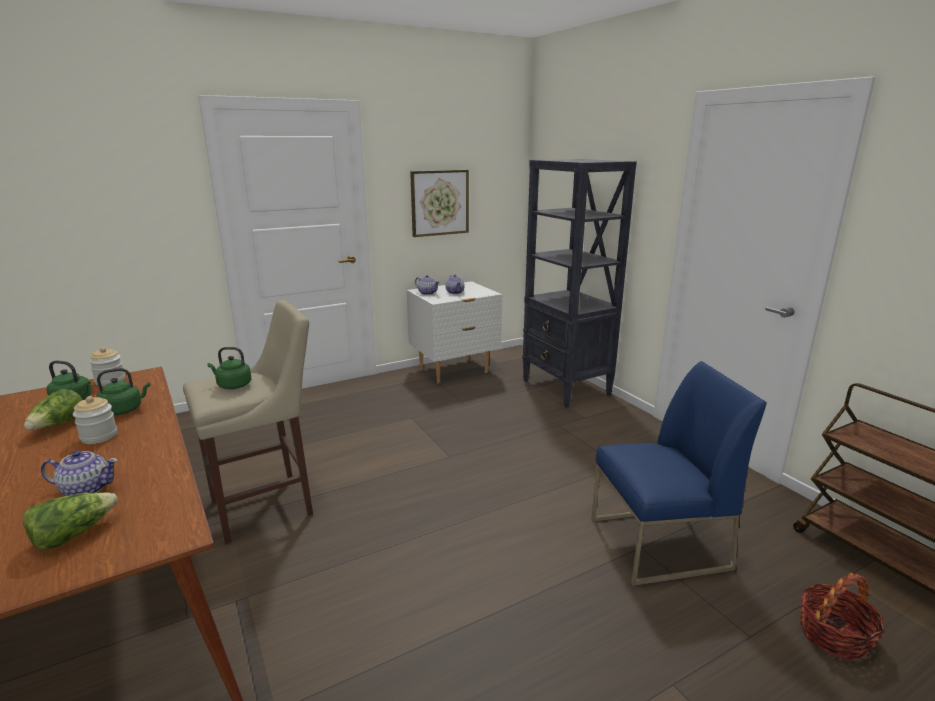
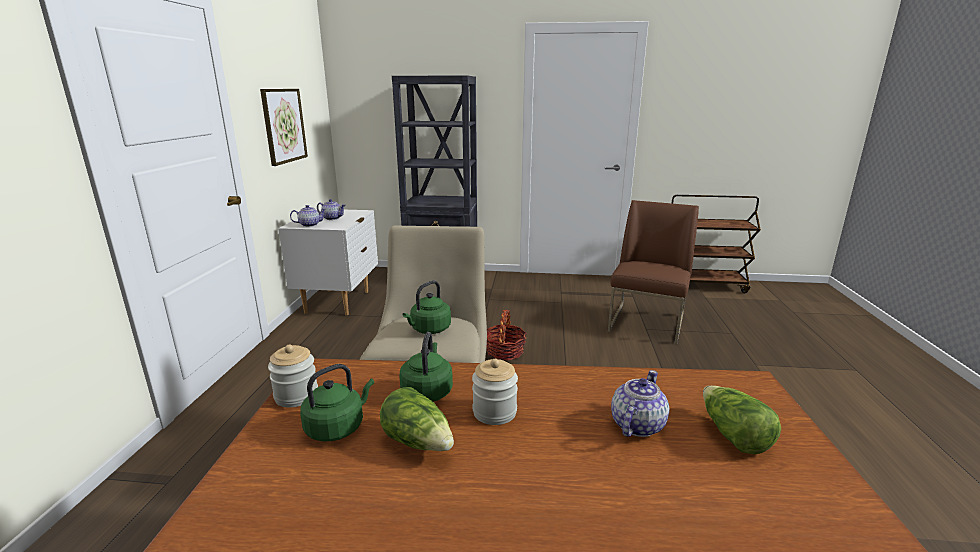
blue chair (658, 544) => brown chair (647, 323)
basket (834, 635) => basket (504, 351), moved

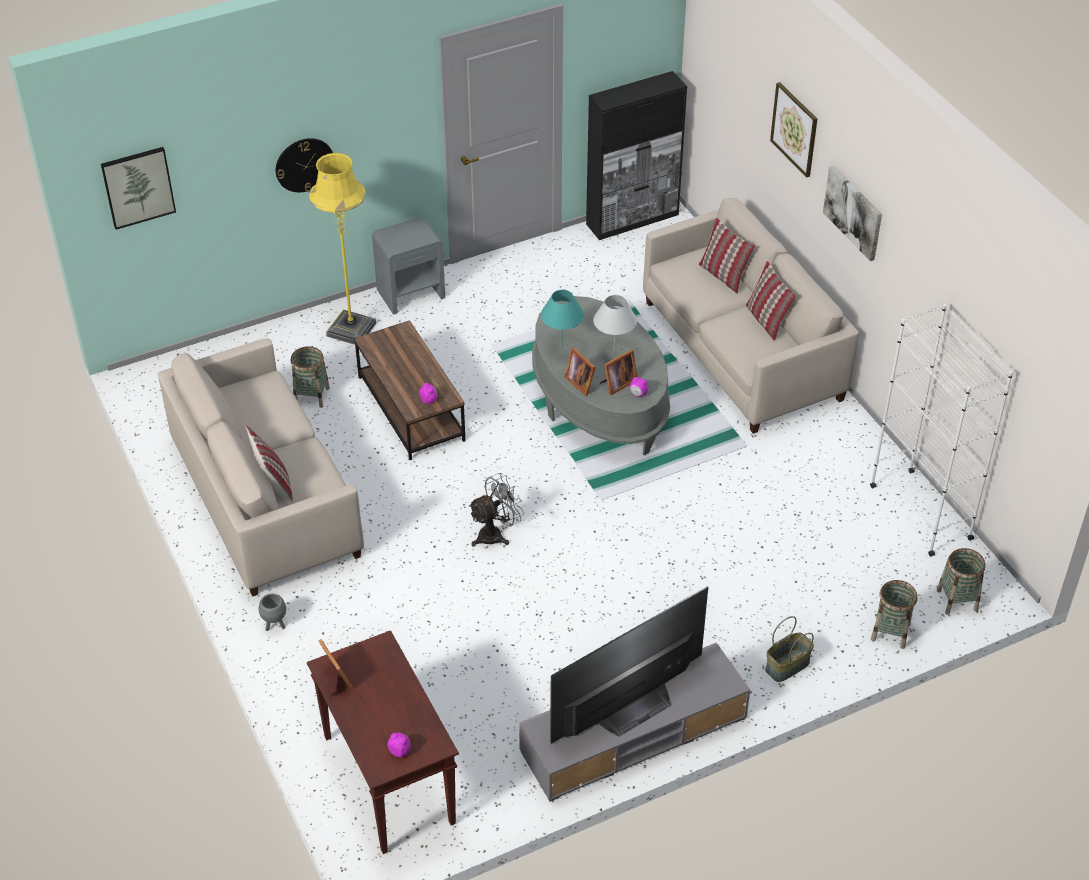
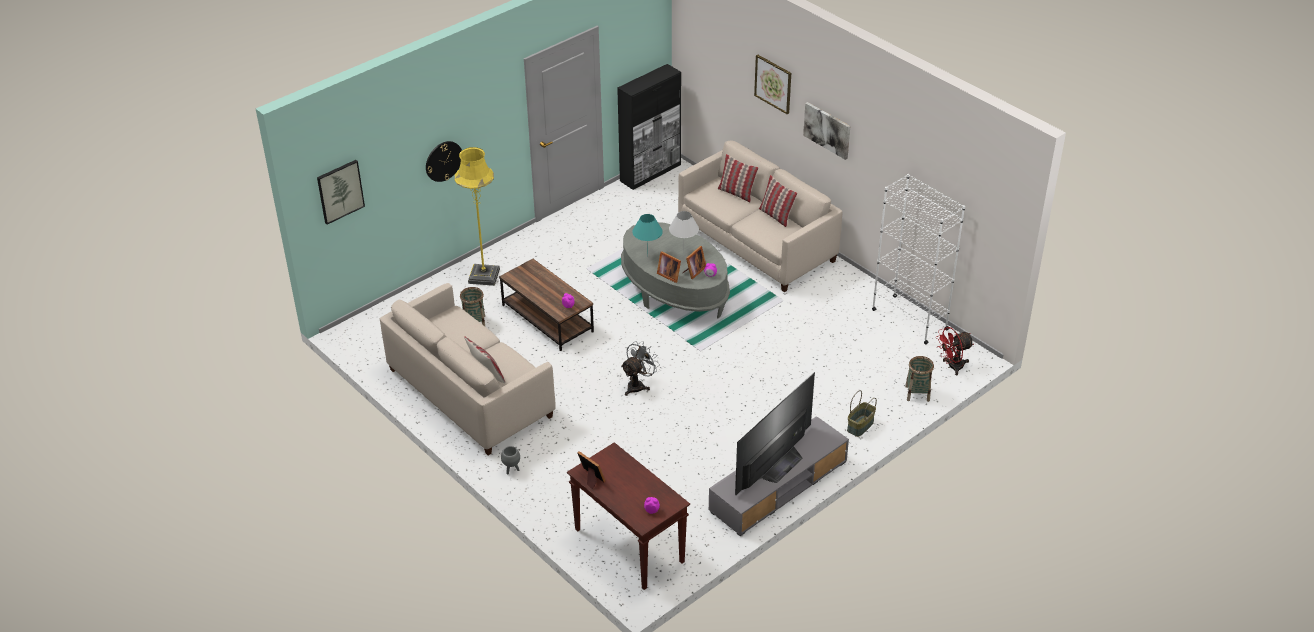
grey nightstand (411, 293) => nothing
basket (957, 600) => red fan (952, 366)

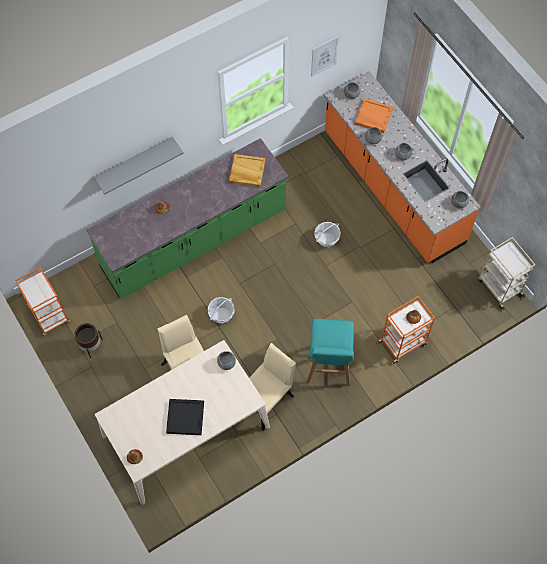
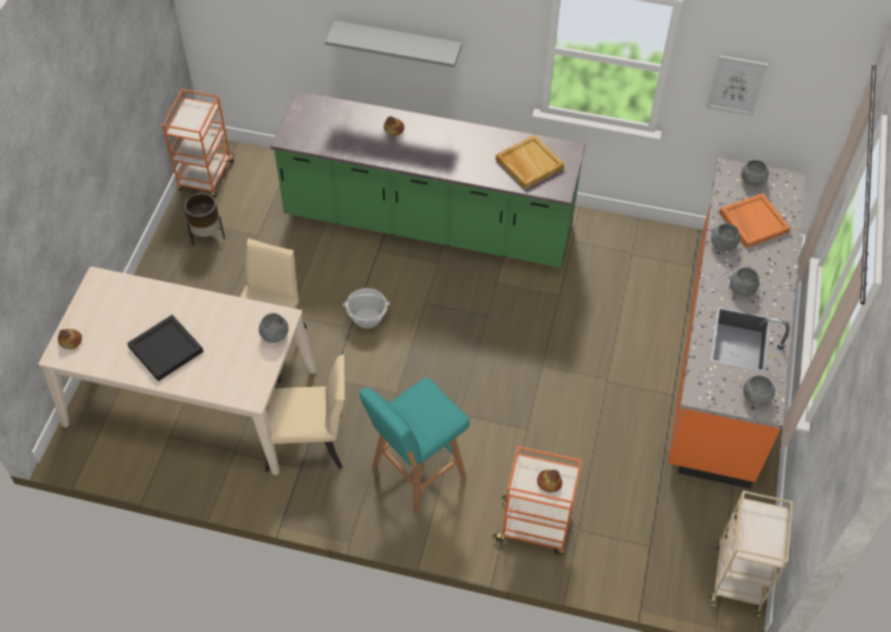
basket (326, 240) => nothing

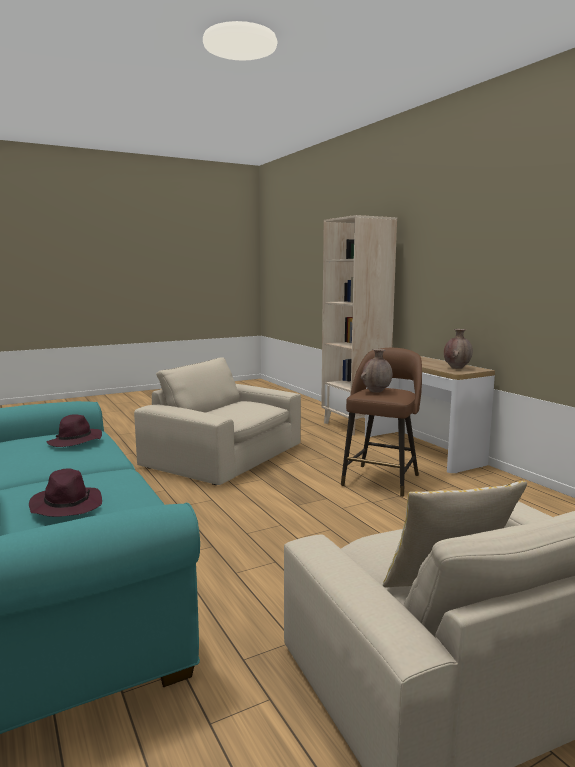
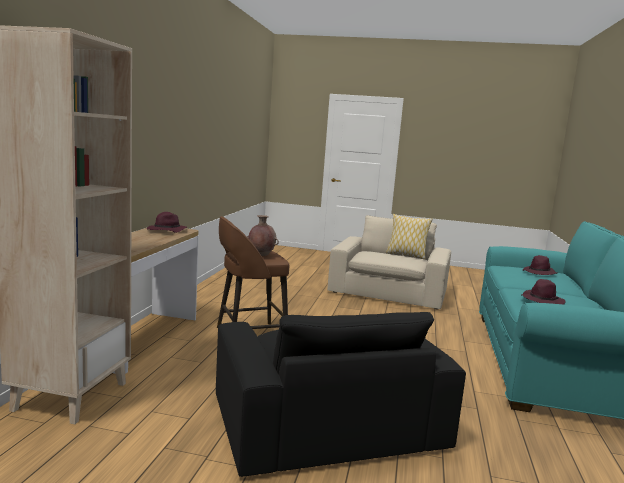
brown vase (456, 368) => purple hat (166, 231)
beige armchair (225, 456) => black armchair (325, 421)

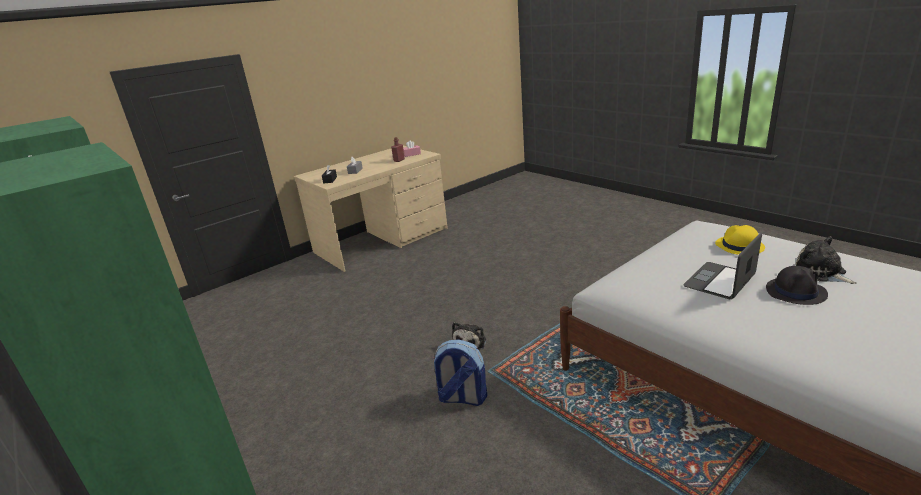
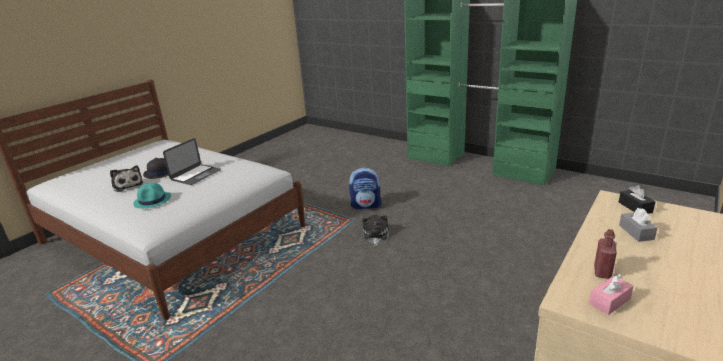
yellow hat (739, 246) => turquoise hat (153, 200)

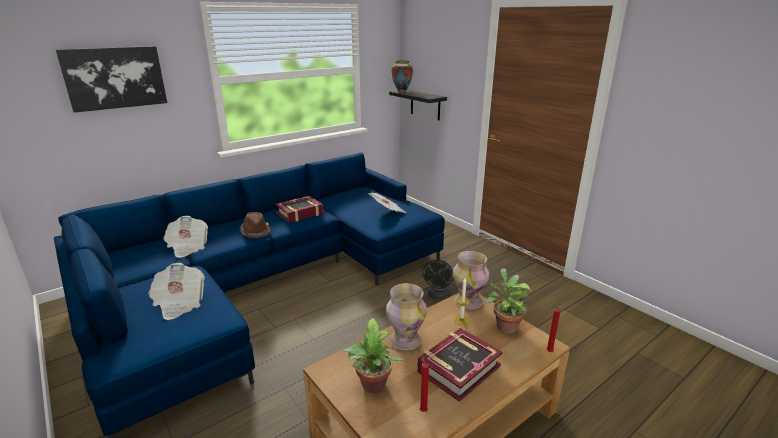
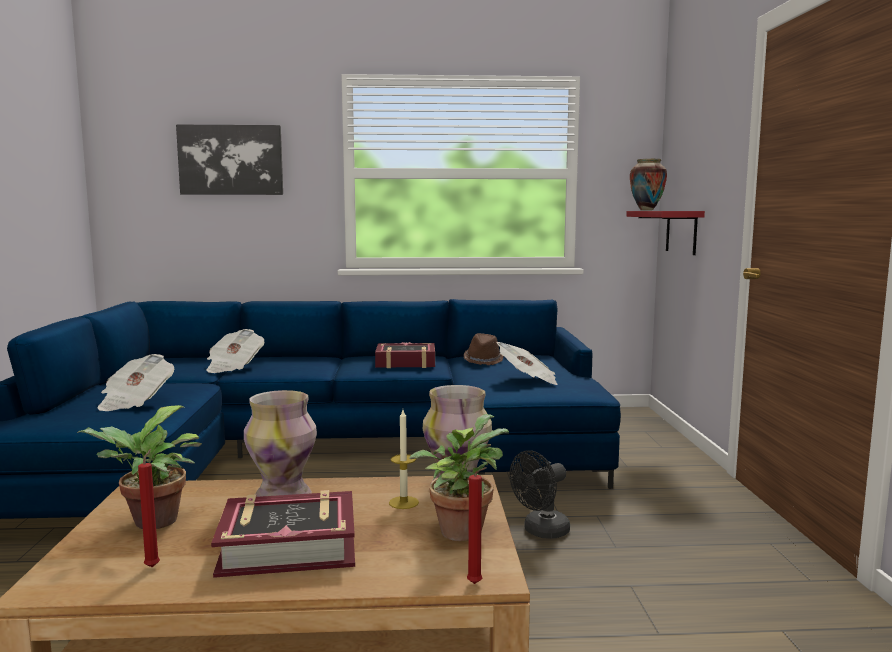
black shelf (425, 105) => red shelf (681, 232)
brown hat (255, 231) => brown hat (483, 360), moved

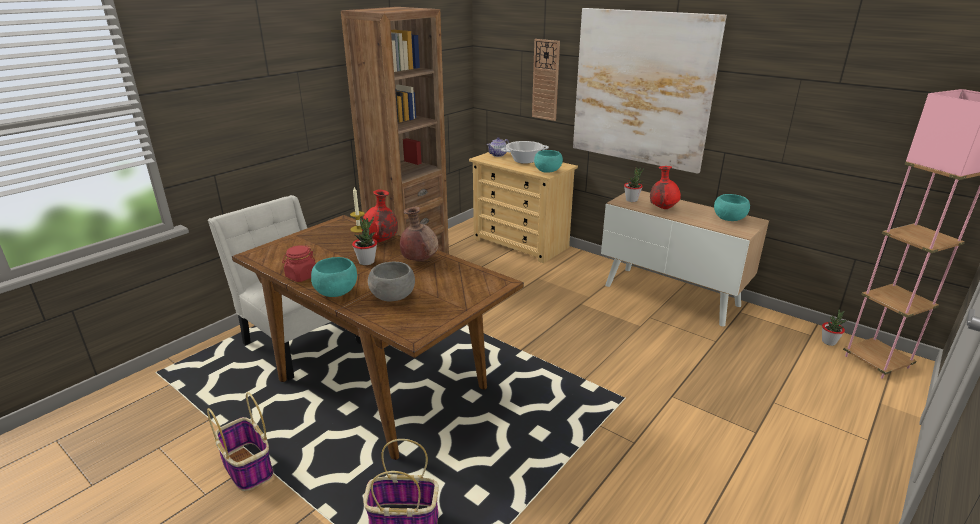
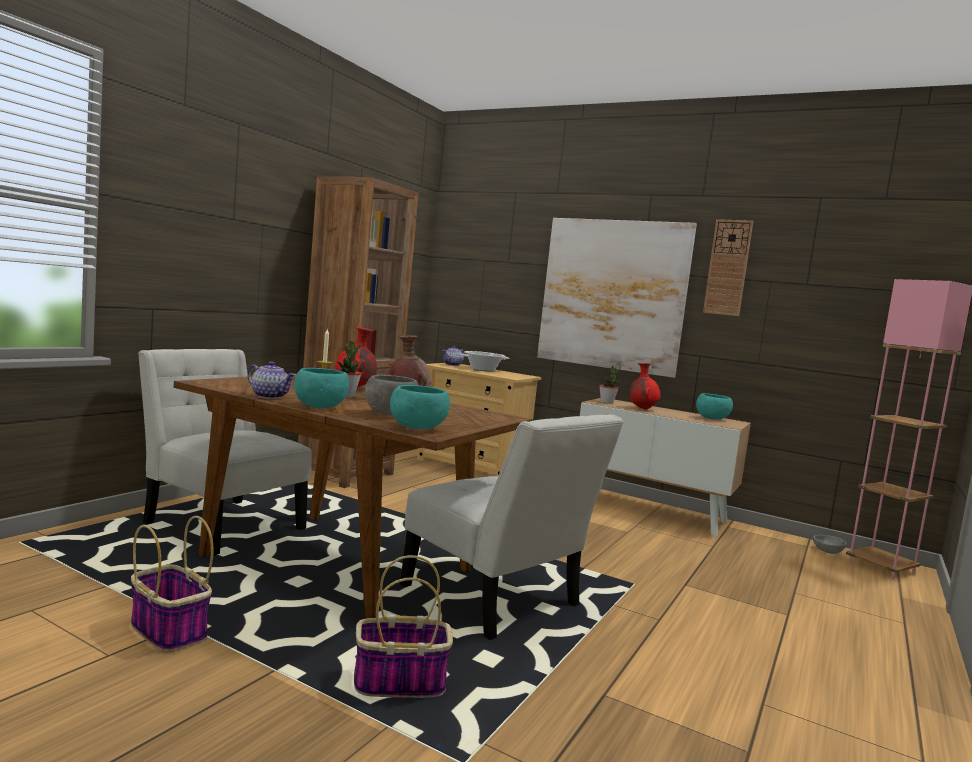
wall clock (546, 80) => wall clock (728, 267), moved
turquoise bowl (547, 171) => turquoise bowl (417, 428), moved
red jar (301, 276) => teapot (270, 396)
potted plant (829, 342) => grey bowl (827, 551)
nothing => white chair (496, 600)

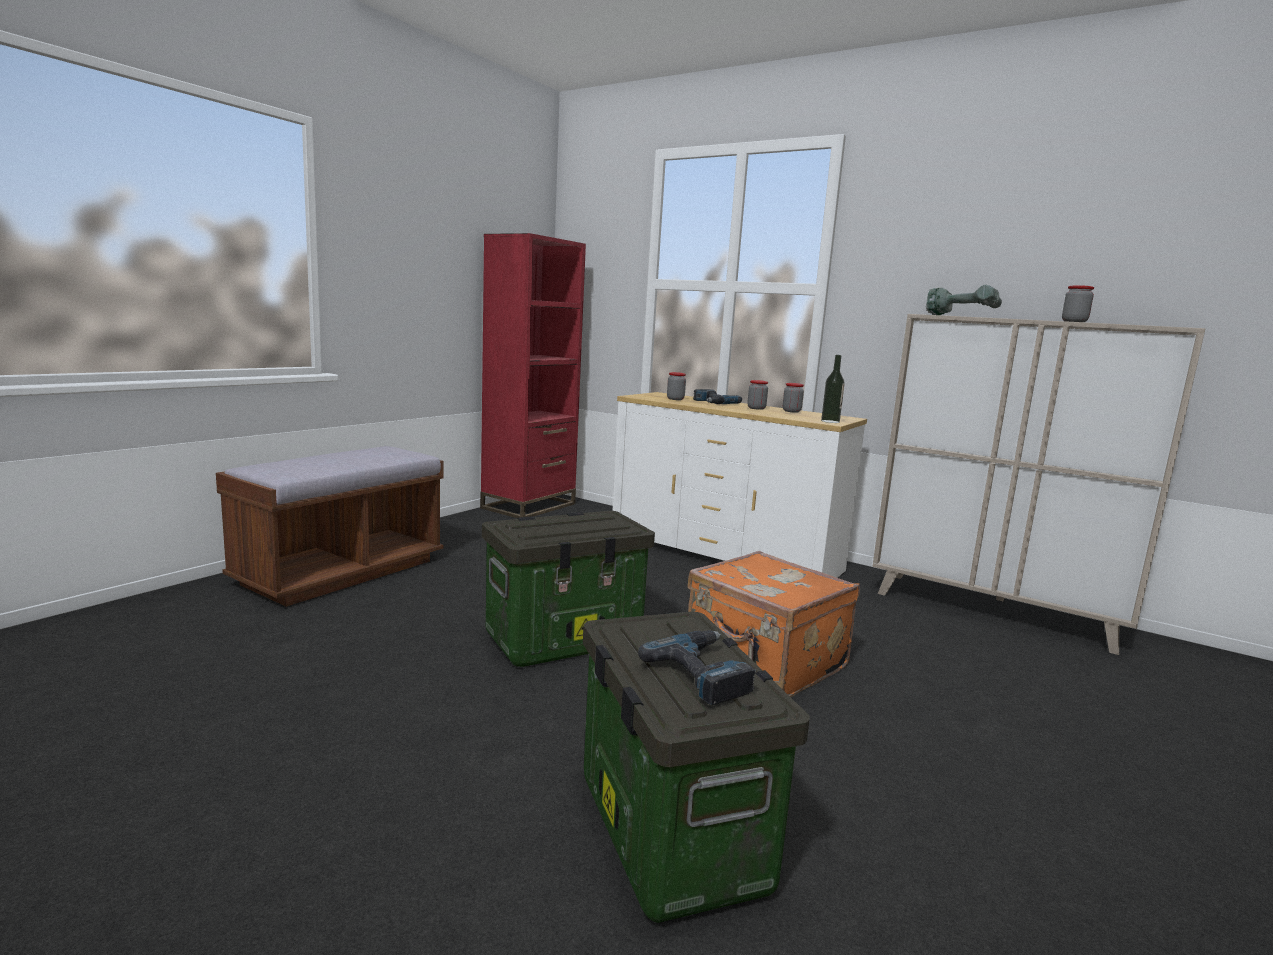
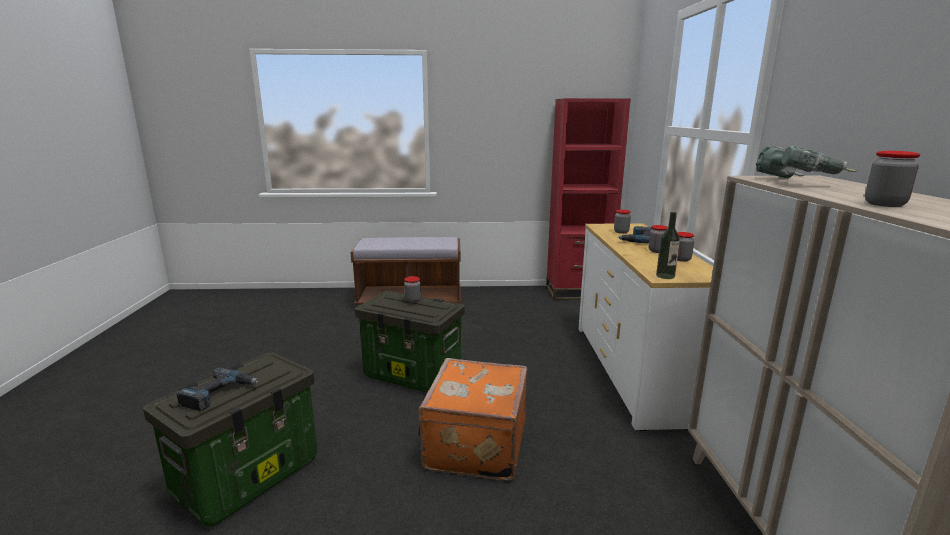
nothing => jar (413, 300)

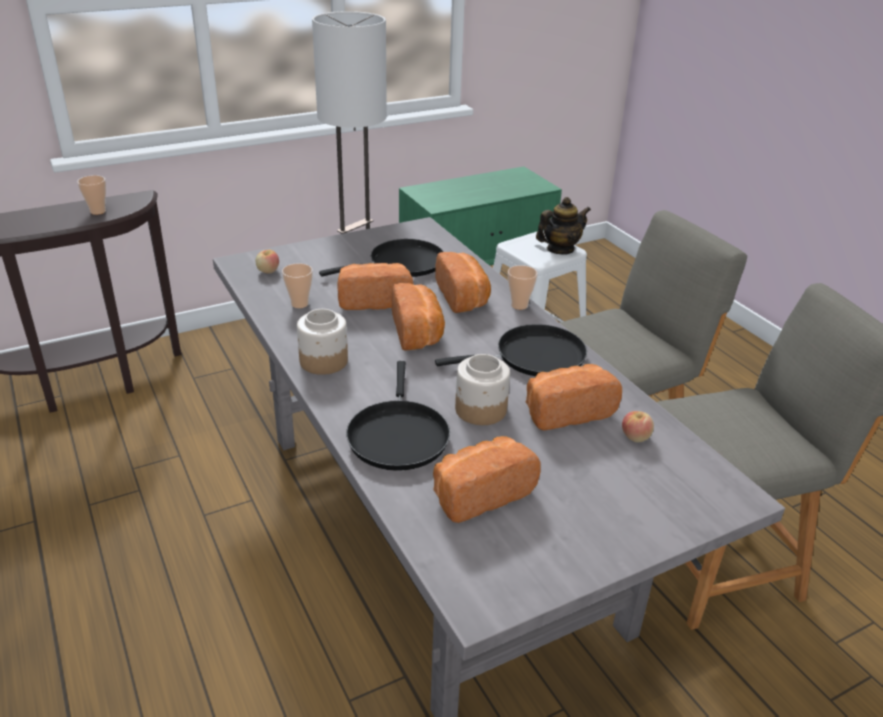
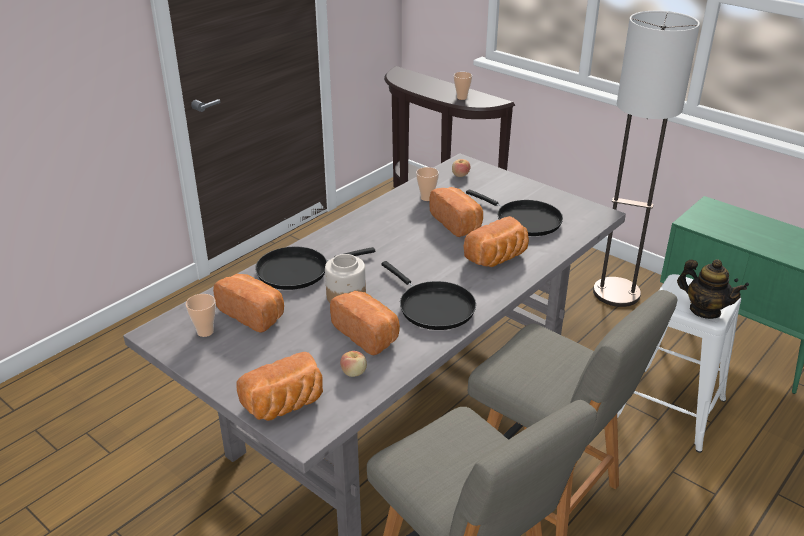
cup (519, 305) => cup (205, 332), moved
bread (418, 332) => bread (285, 405), moved
jar (323, 361) => nothing

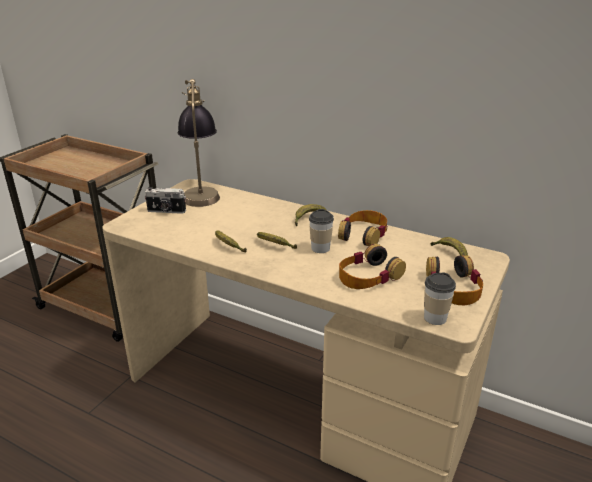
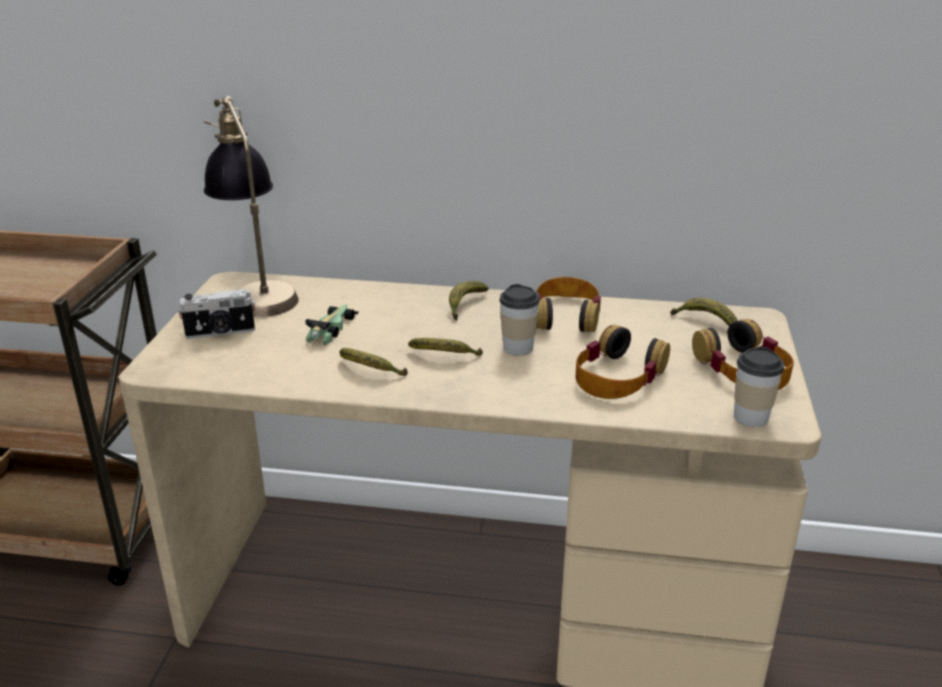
nothing => toy car (331, 328)

